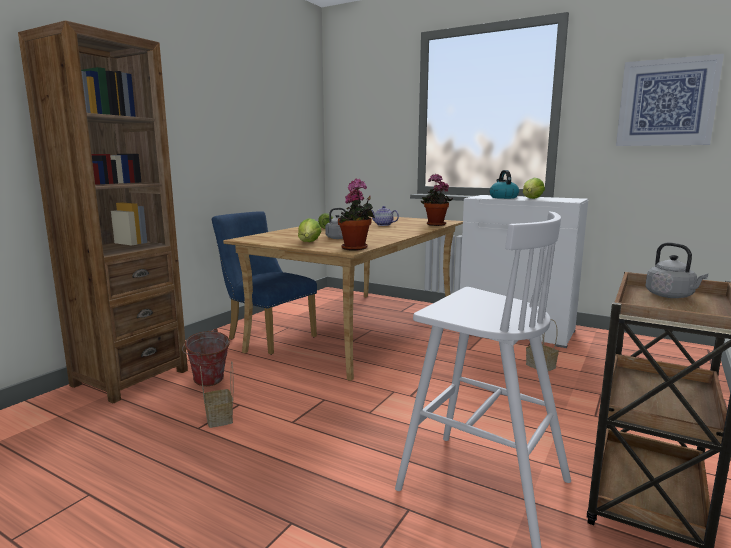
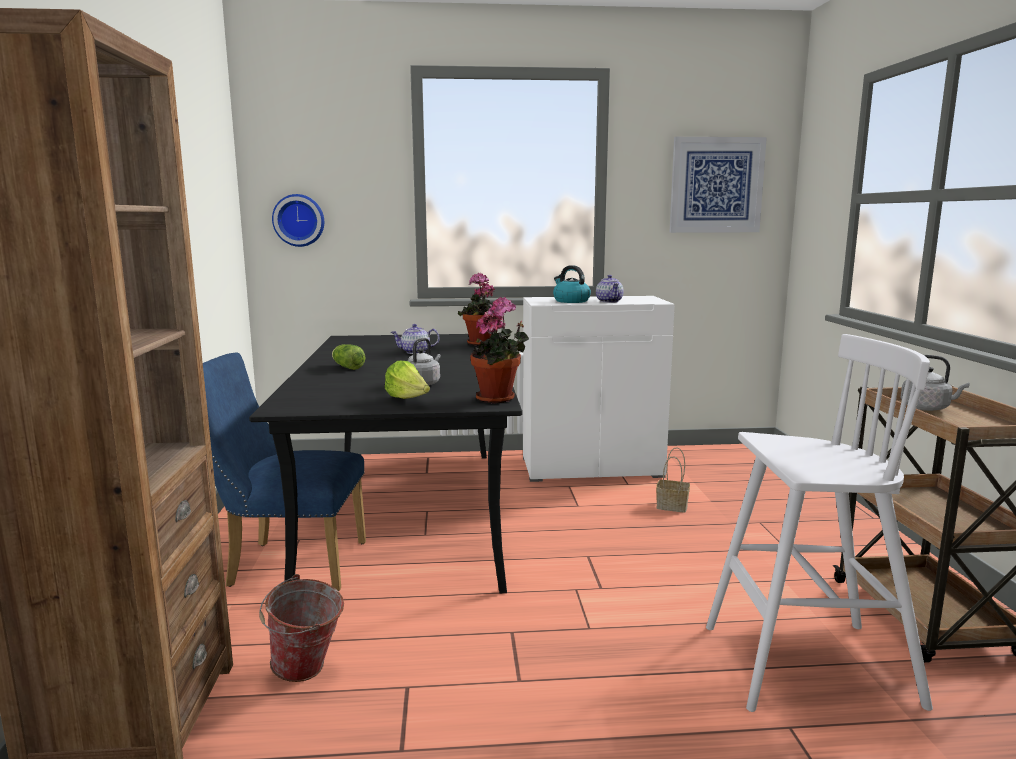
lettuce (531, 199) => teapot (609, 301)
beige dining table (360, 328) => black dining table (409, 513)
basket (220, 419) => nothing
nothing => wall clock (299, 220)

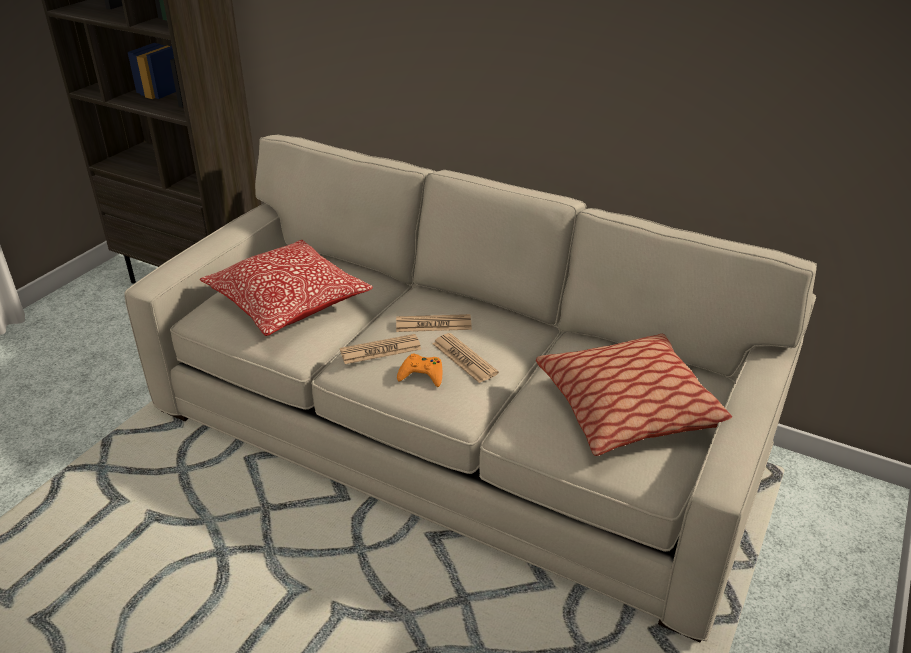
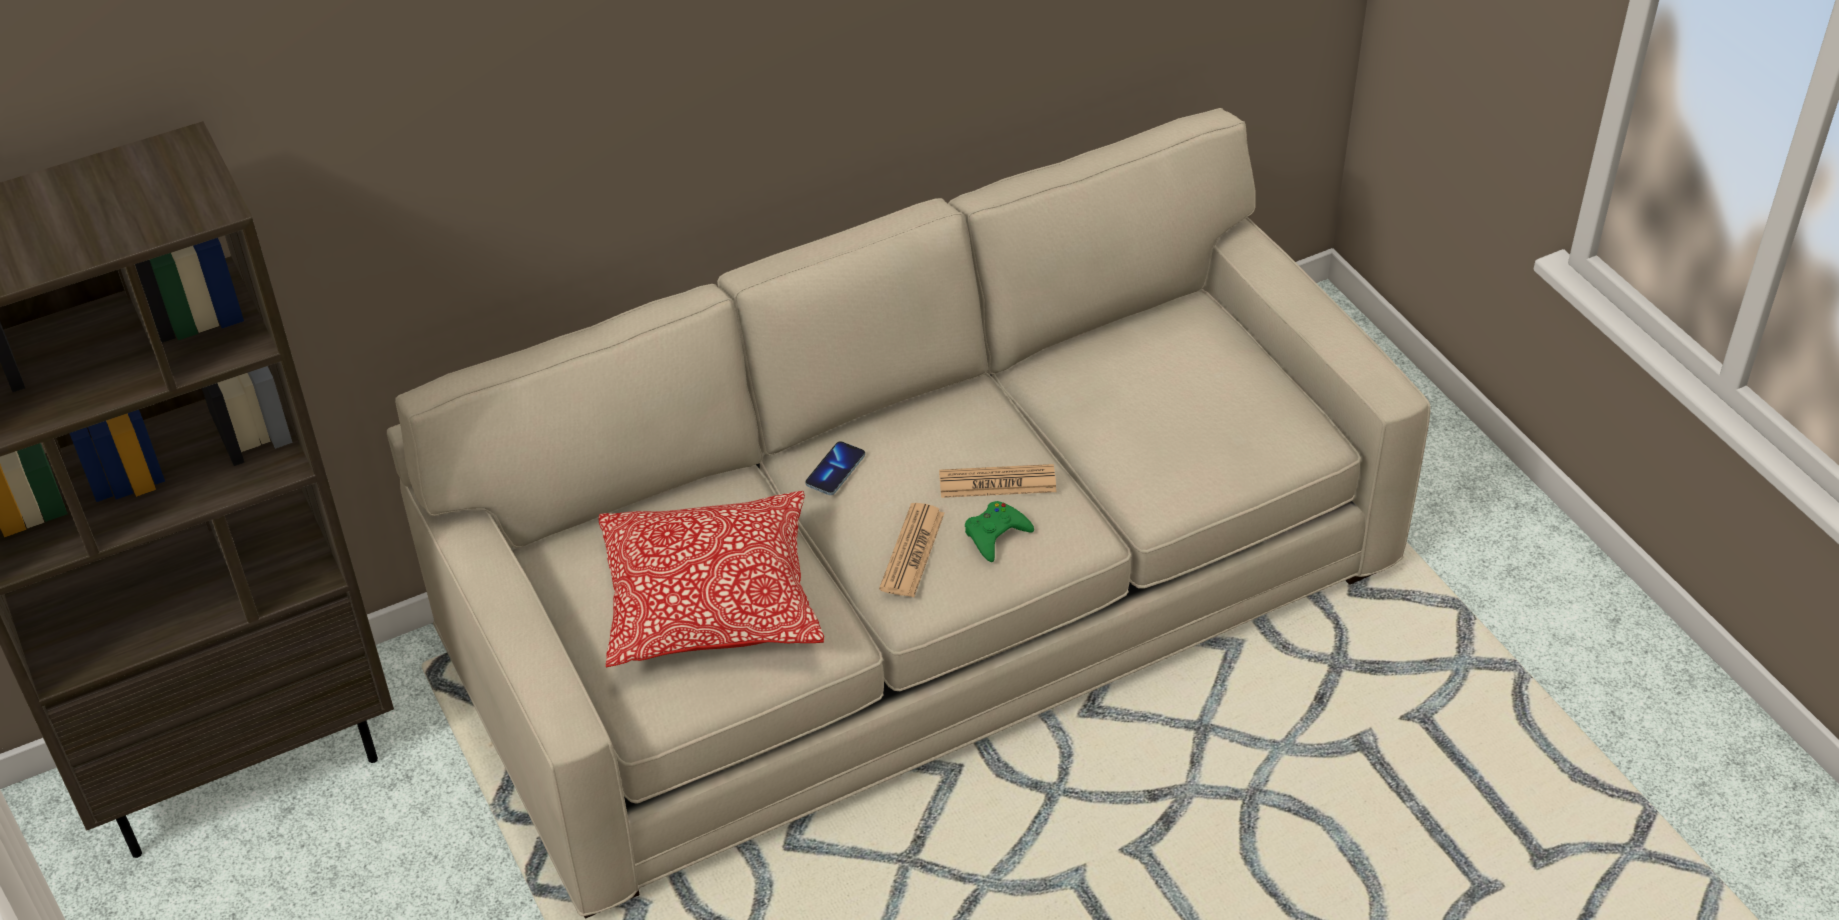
newspaper (433, 324) => nothing
pillow (628, 409) => nothing
orange game controller (422, 374) => green game controller (996, 535)
nothing => phone (835, 470)

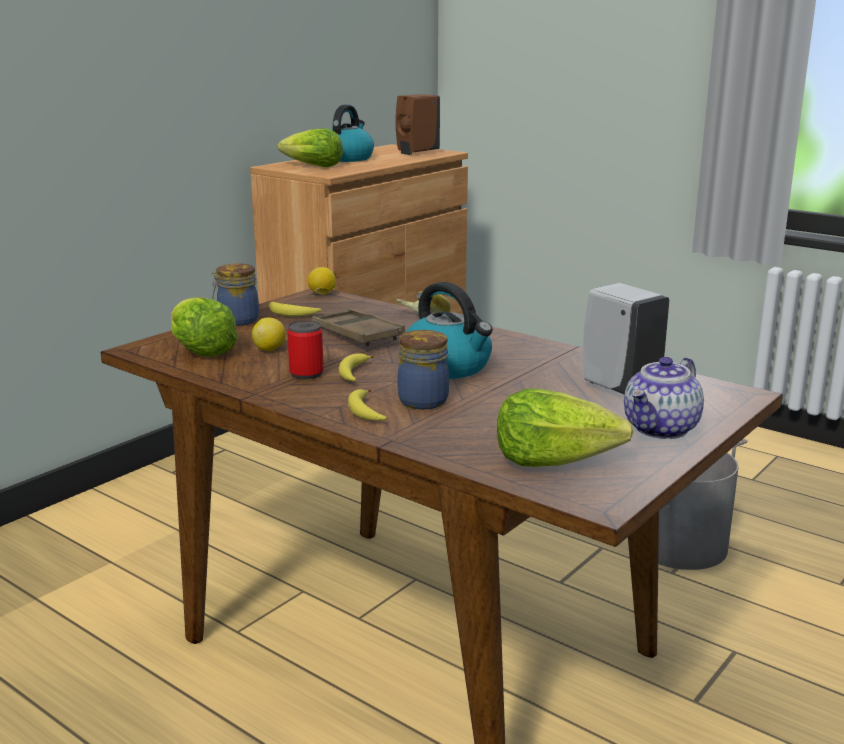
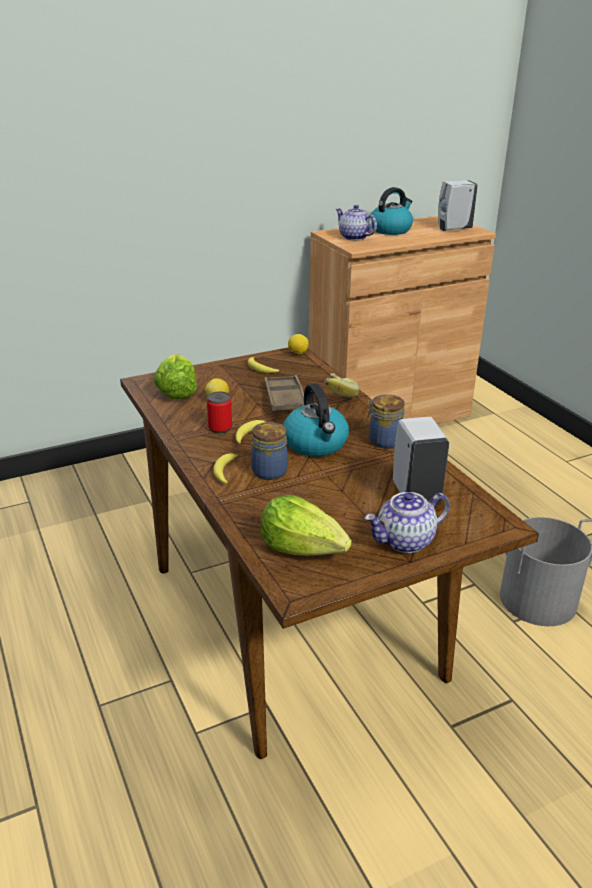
brown soap dispenser (416, 153) => white soap dispenser (452, 229)
lettuce (312, 166) => teapot (353, 237)
jar (236, 320) => jar (383, 441), moved

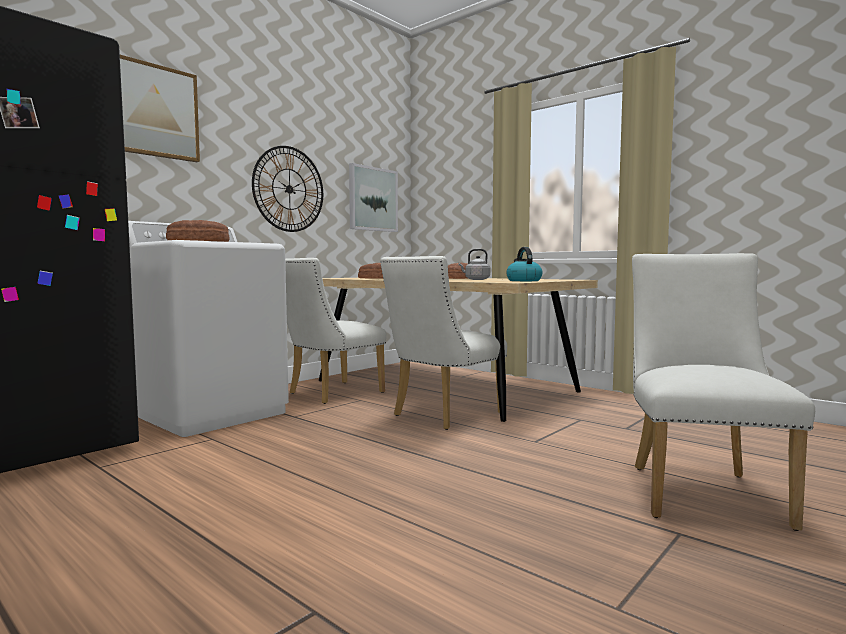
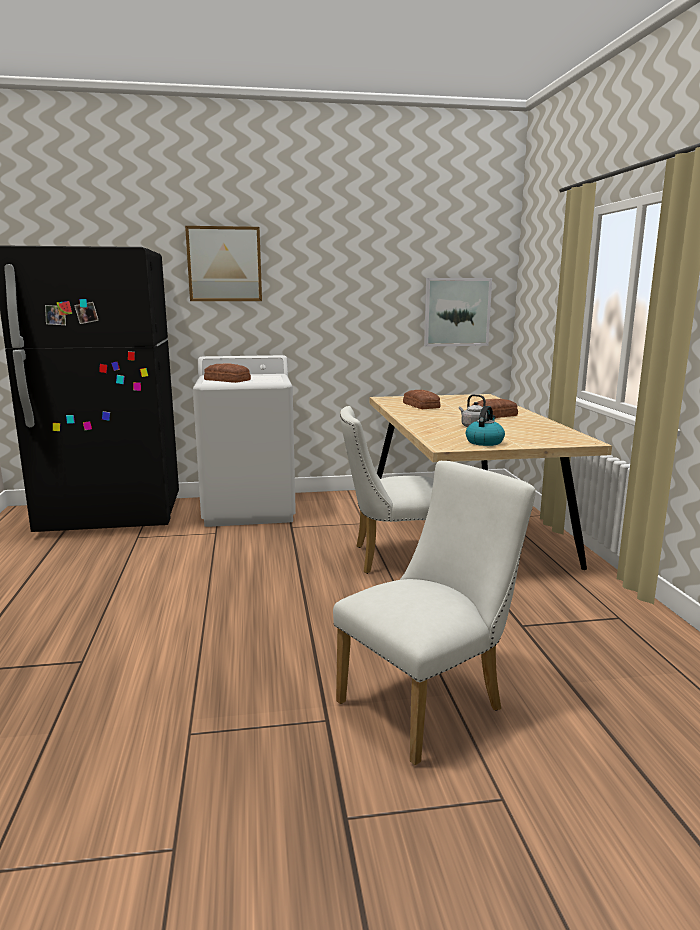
wall clock (289, 189) => nothing
white chair (330, 394) => nothing

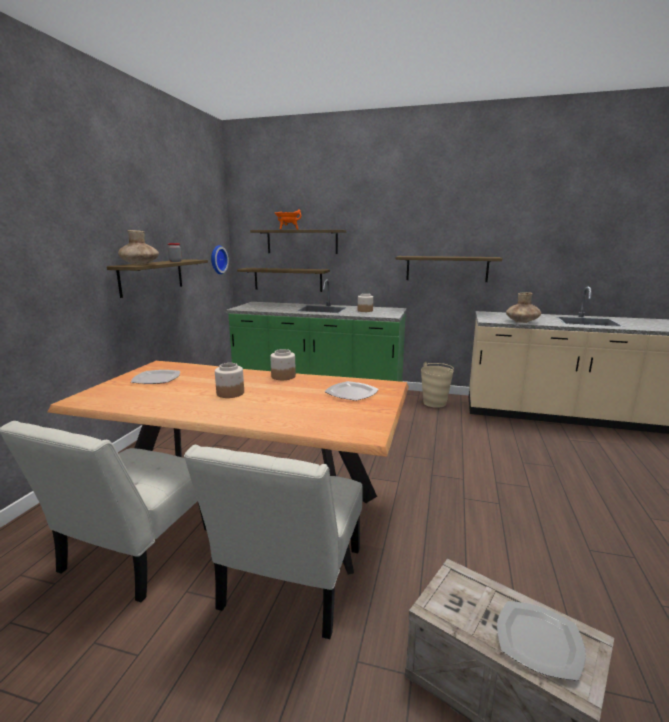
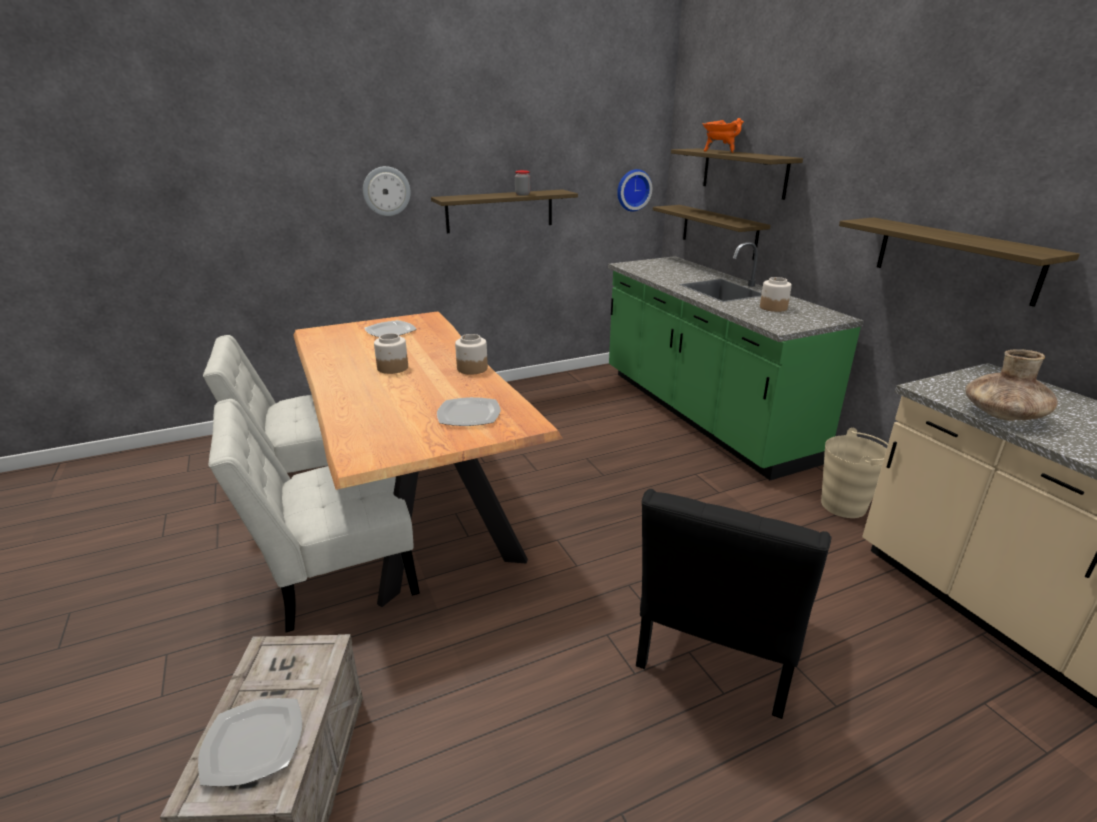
brown vase (140, 264) => nothing
nothing => wall clock (386, 191)
nothing => black chair (717, 648)

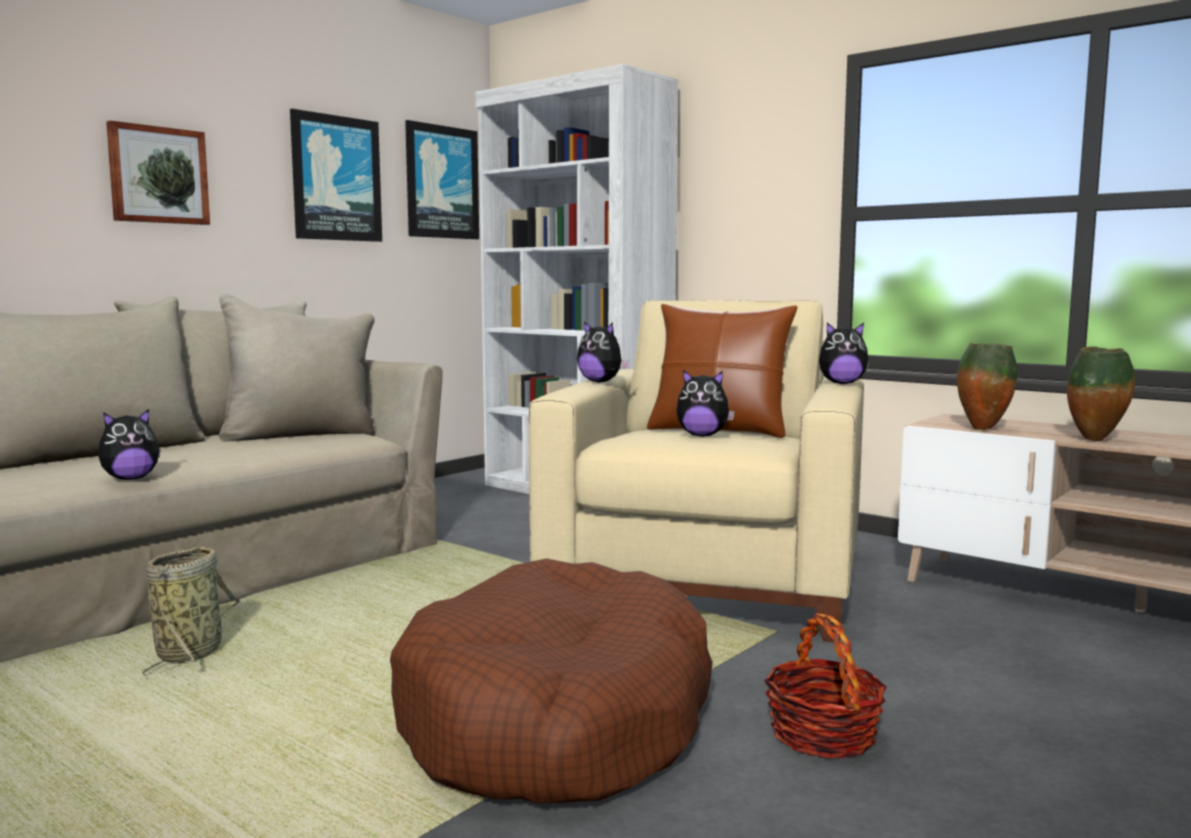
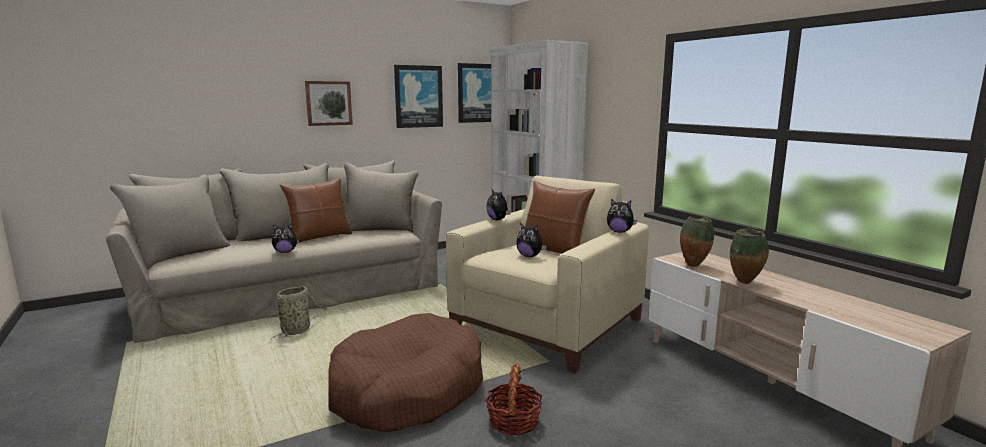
nothing => brown pillow (319, 237)

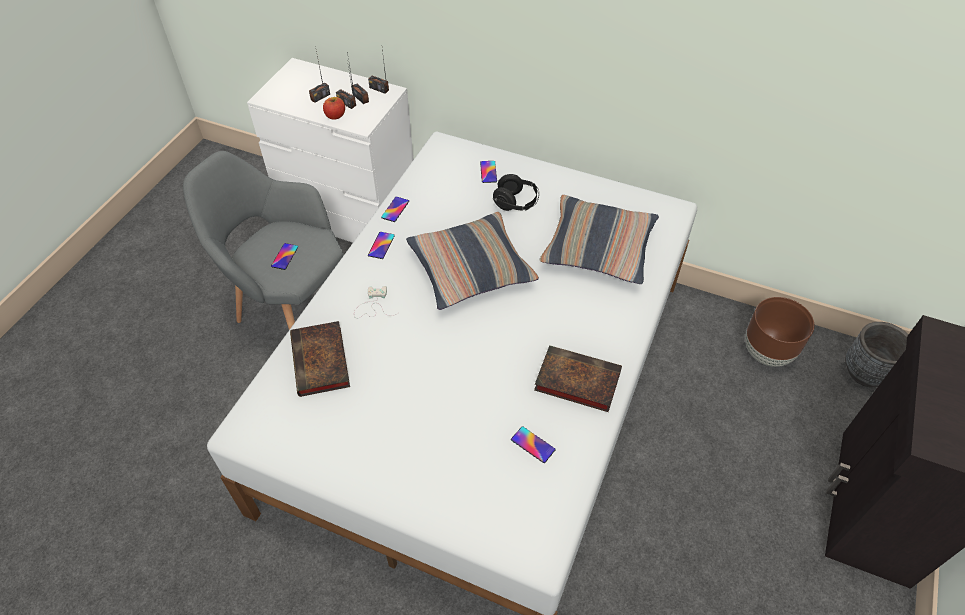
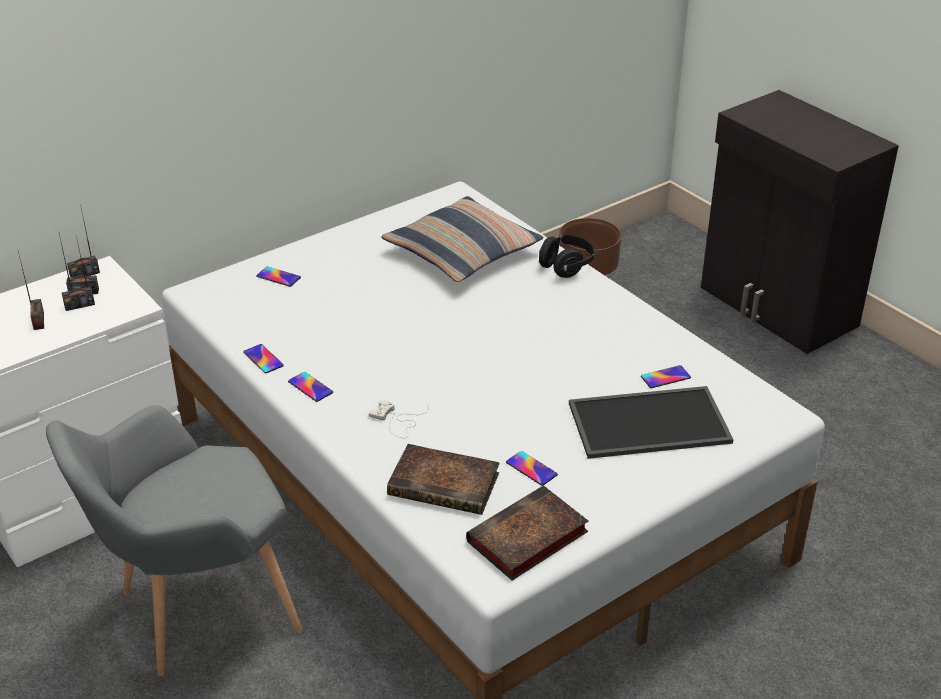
apple (335, 115) => nothing
black headphones (516, 203) => black headphones (566, 266), moved
pillow (471, 269) => nothing
phone (285, 256) => phone (531, 468), moved
grey planter (865, 372) => nothing
book (575, 381) => book (526, 539), moved
nothing => tray (648, 425)

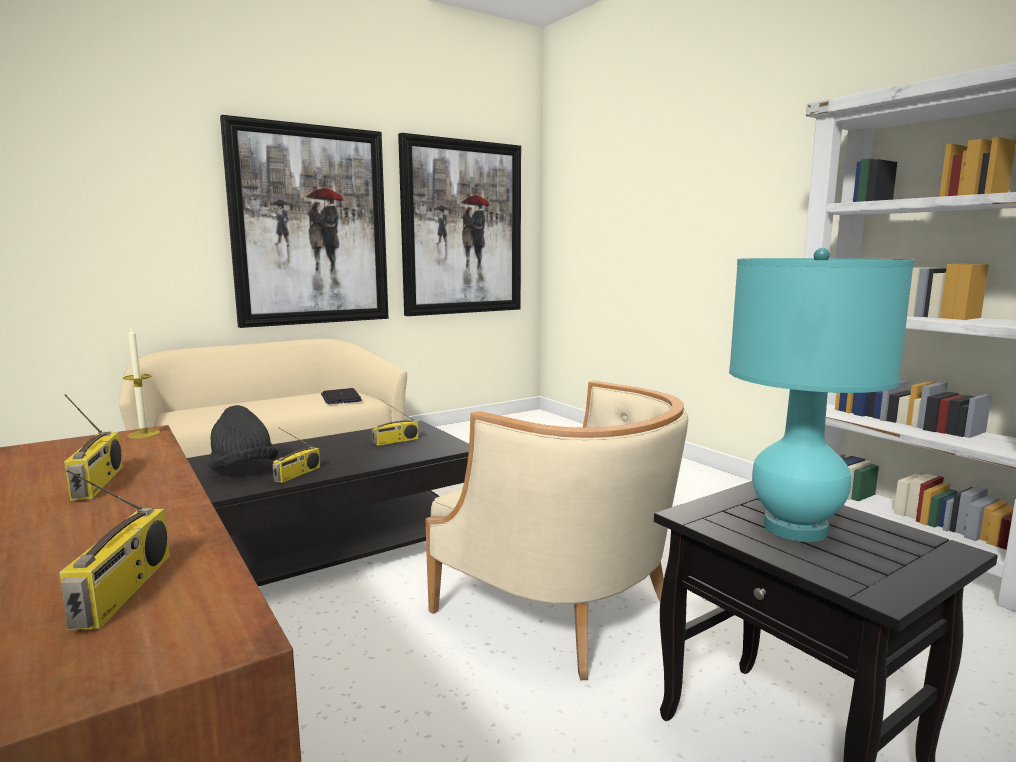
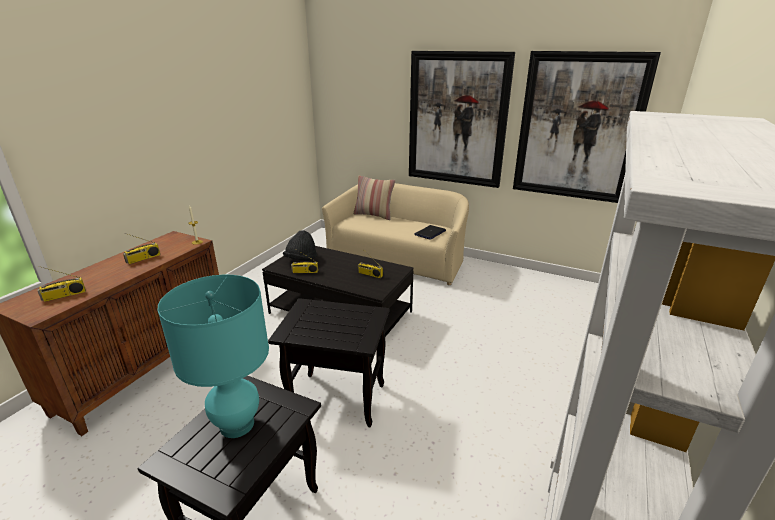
beige armchair (559, 607) => black side table (336, 399)
nothing => pillow (374, 215)

